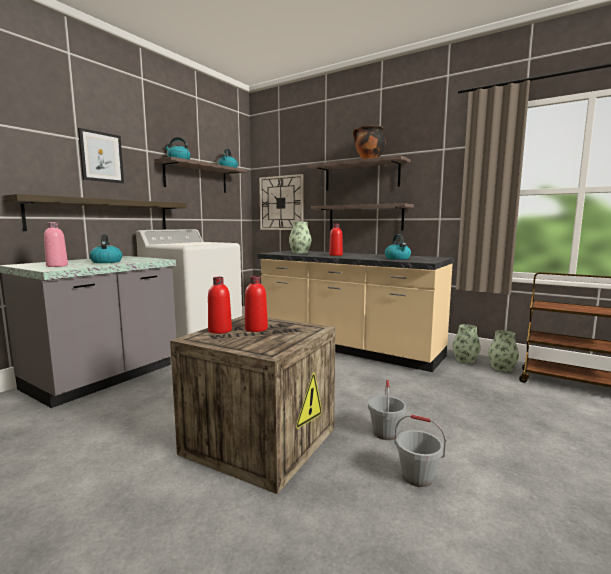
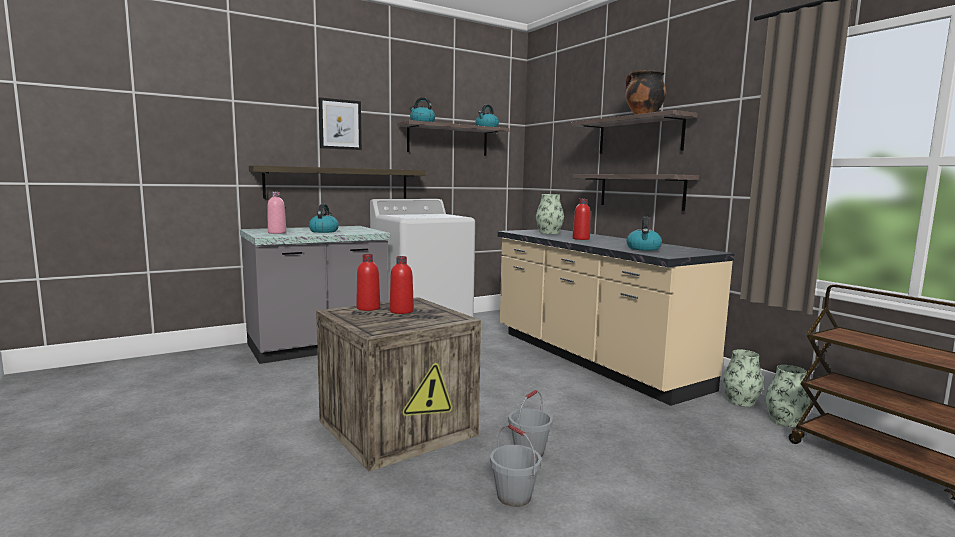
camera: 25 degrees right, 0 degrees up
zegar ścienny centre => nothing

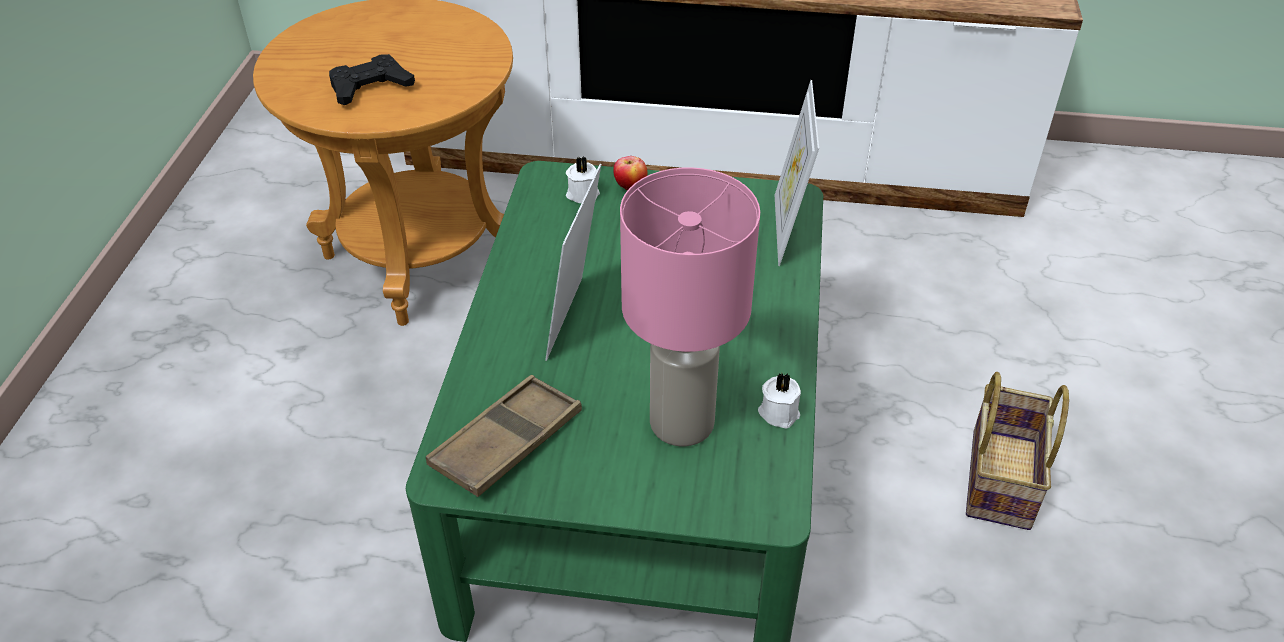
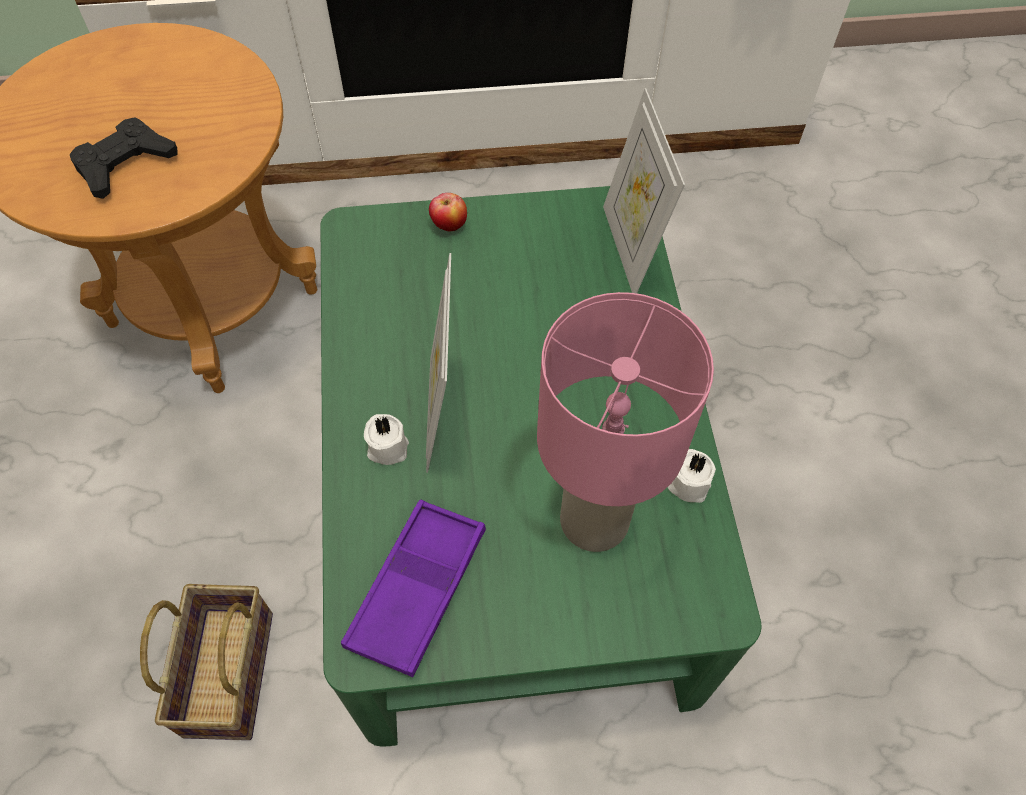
camera: 15 degrees left, 15 degrees up
świeca (biały) (1st from left) top centre => świeca (biały) (1st from left) centre, move
koszyk bottom right => koszyk bottom left, move
taca (brązowy) bottom centre => taca (fioletowy) bottom centre

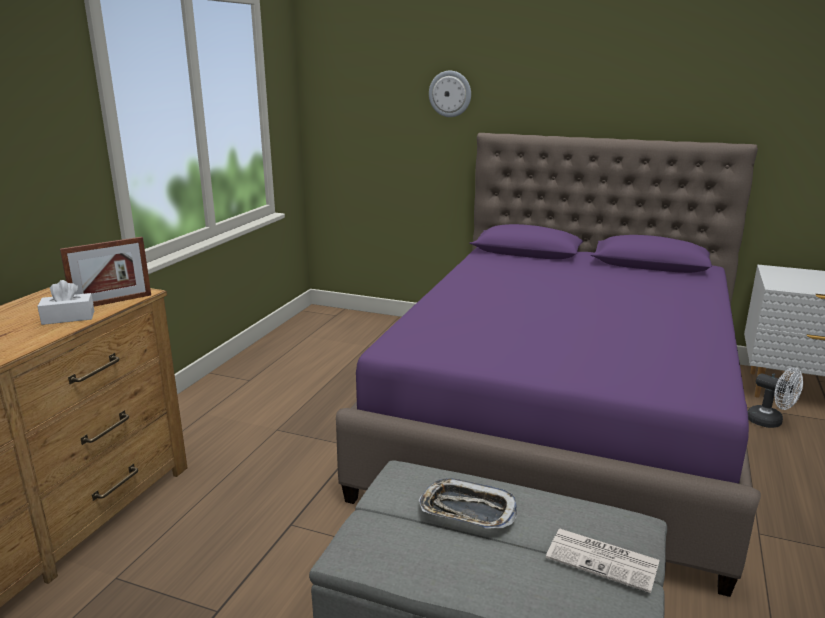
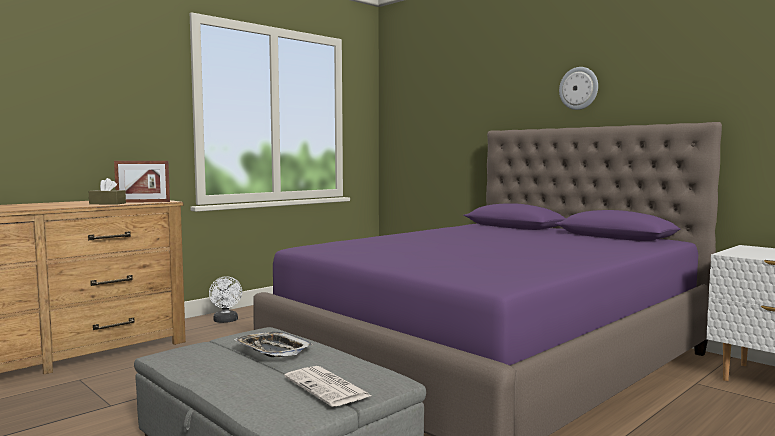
camera: 25 degrees right, 15 degrees down
zegar ścienny top centre => zegar ścienny top right, move
wentylator (biały) middle right => wentylator (biały) bottom left, move
pudełko chusteczek (biały) middle left => pudełko chusteczek (brązowy) middle left

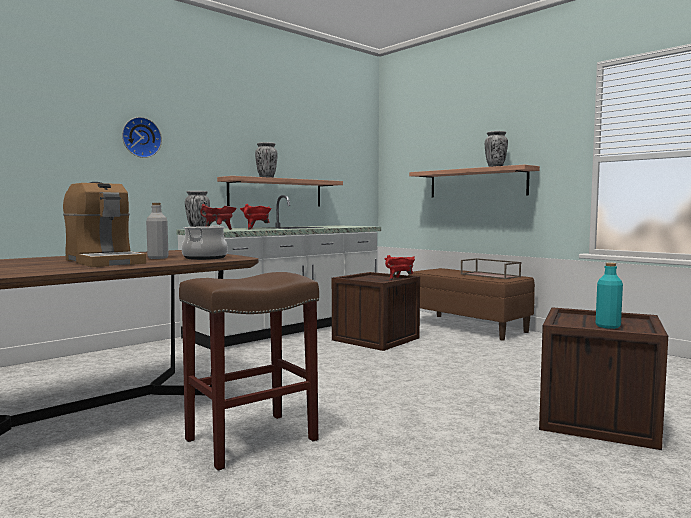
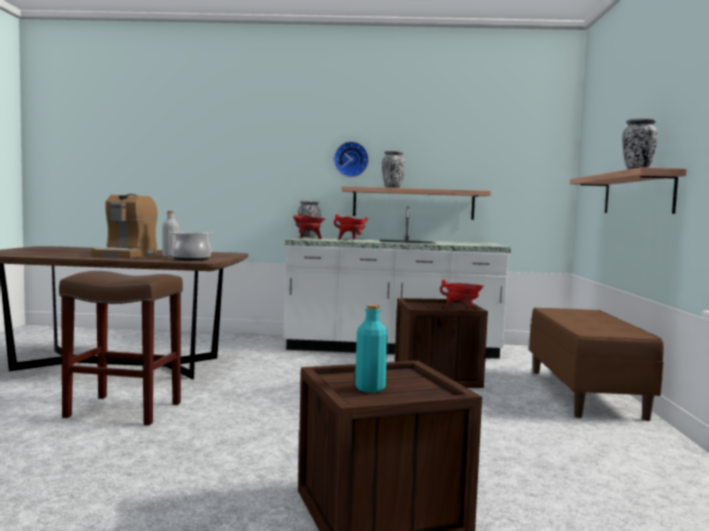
camera: 45 degrees right, 0 degrees up
taca (brązowy) middle right => nothing
zegar ścienny top left => zegar ścienny top centre, move

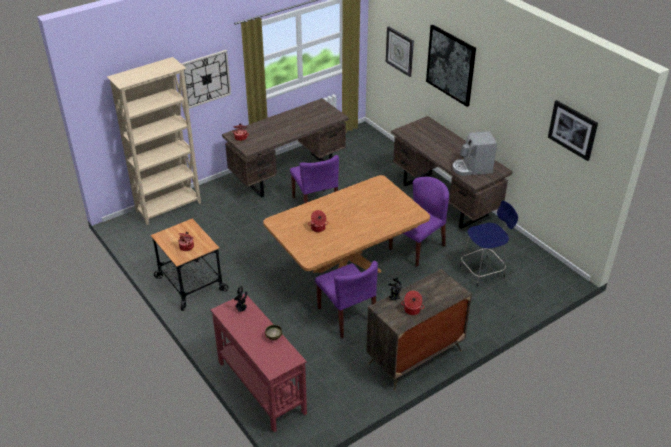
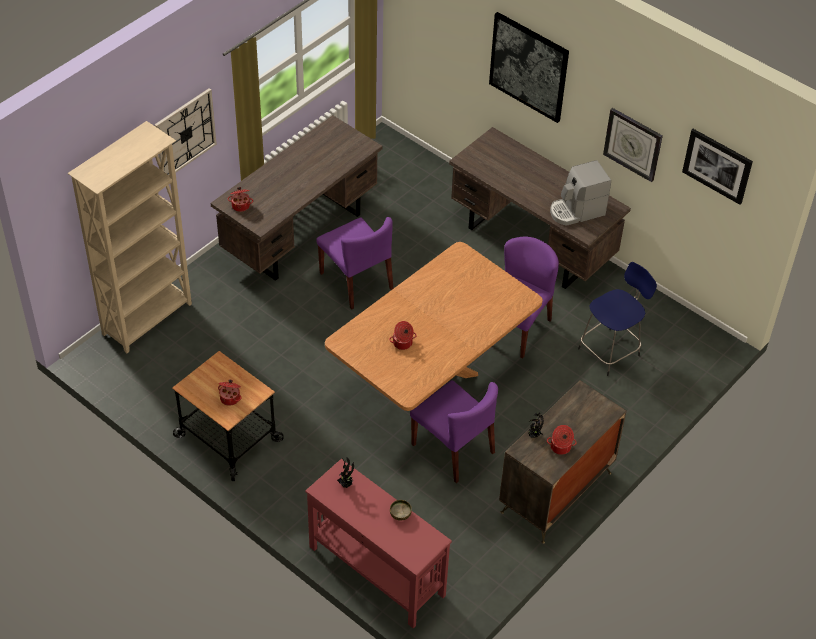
camera: 15 degrees left, 10 degrees up
zegar ścienny (2nd from left) top centre => zegar ścienny (2nd from left) top right, move

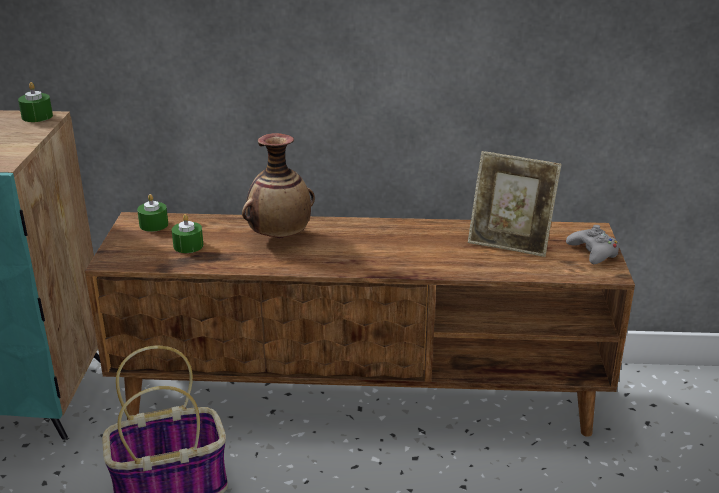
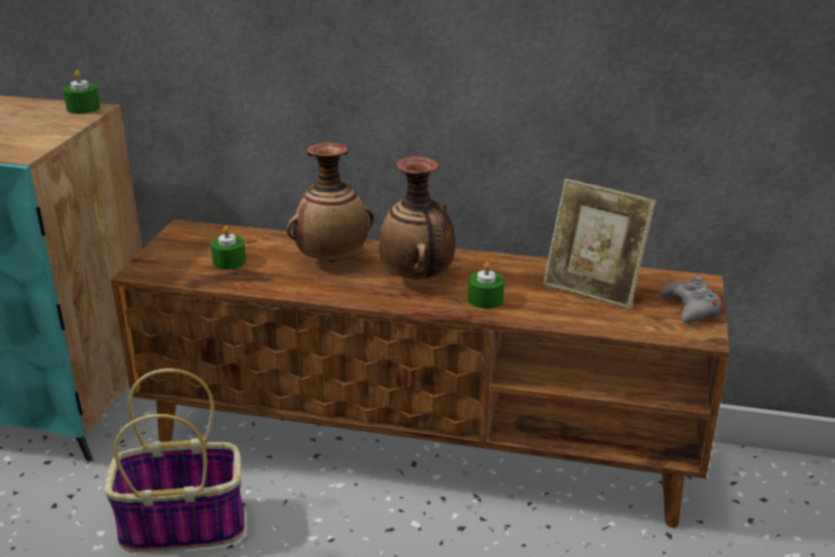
camera: 10 degrees right, 0 degrees up
nothing => wazon (2nd from left) centre
świeca (zielony) (2nd from left in the first image) middle left => świeca (zielony) (3rd from left) centre, move

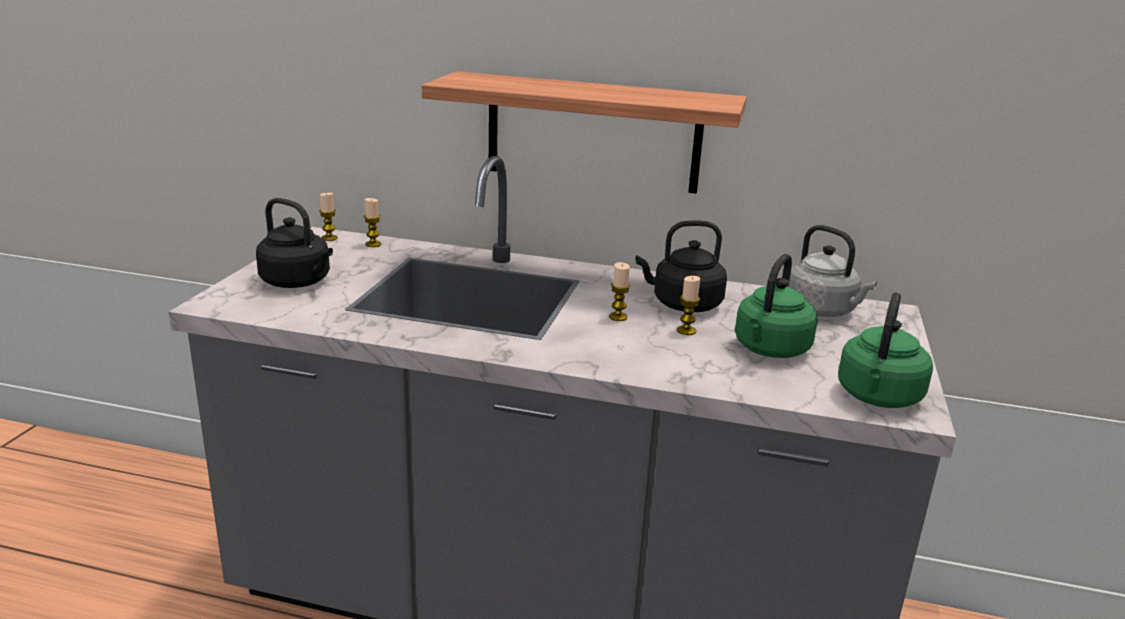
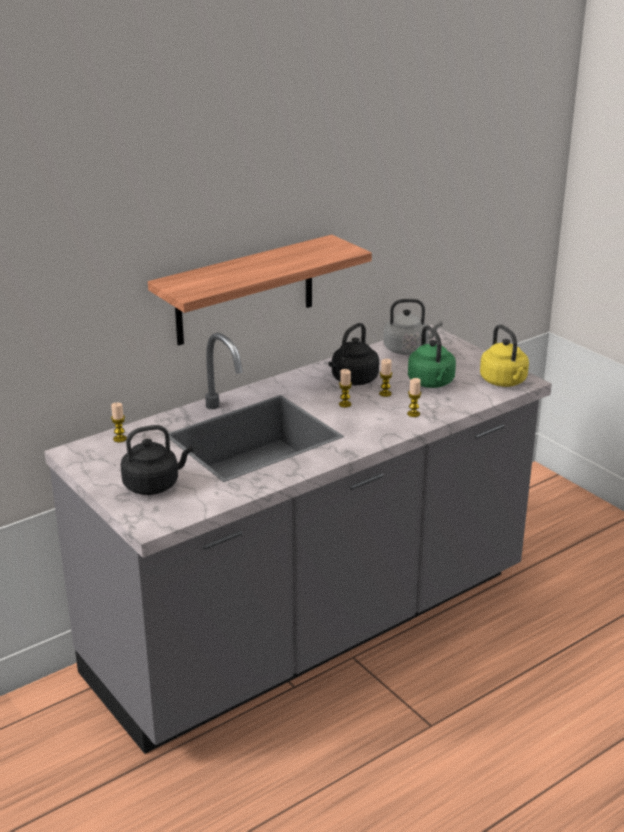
camera: 50 degrees left, 5 degrees up
świeca (1st from left in the first image) middle left => świeca (4th from left) centre, move
czajnik (zielony) (2nd from left) middle right => czajnik (żółty) middle right

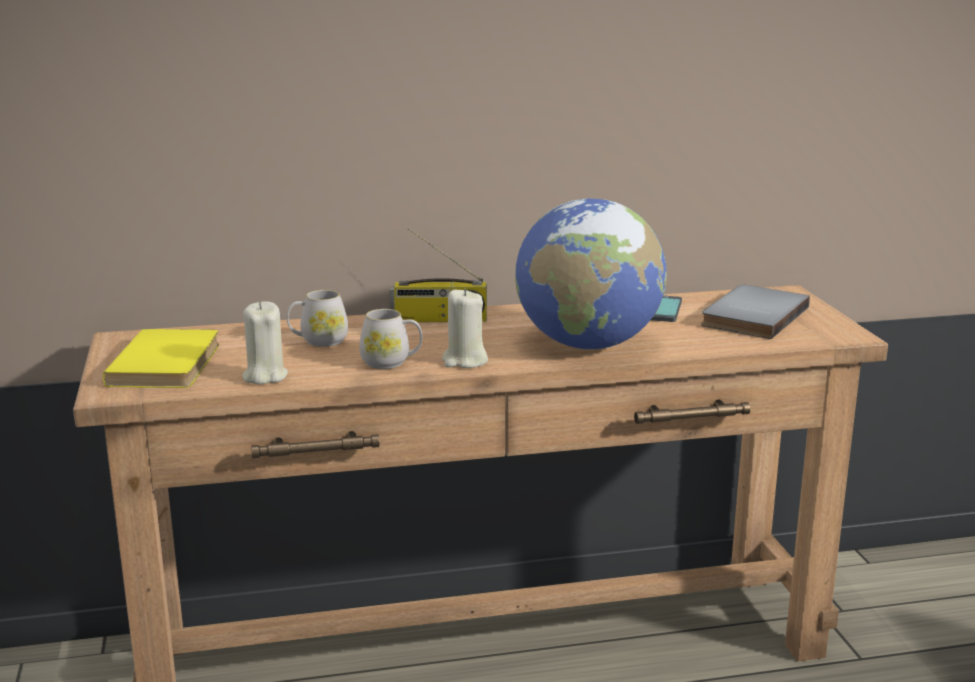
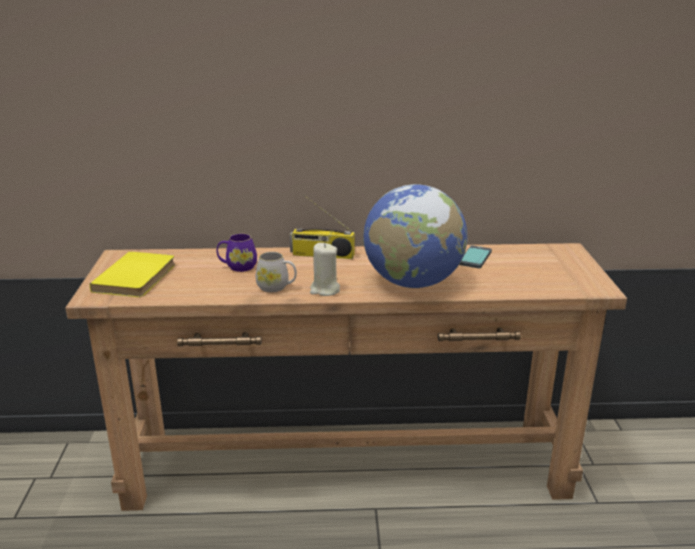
camera: 10 degrees right, 5 degrees up
świeca (beżowy) (1st from left) middle left => nothing
książka (szary) middle right => nothing
kubek (biały) (1st from left) middle left => kubek (fioletowy) centre

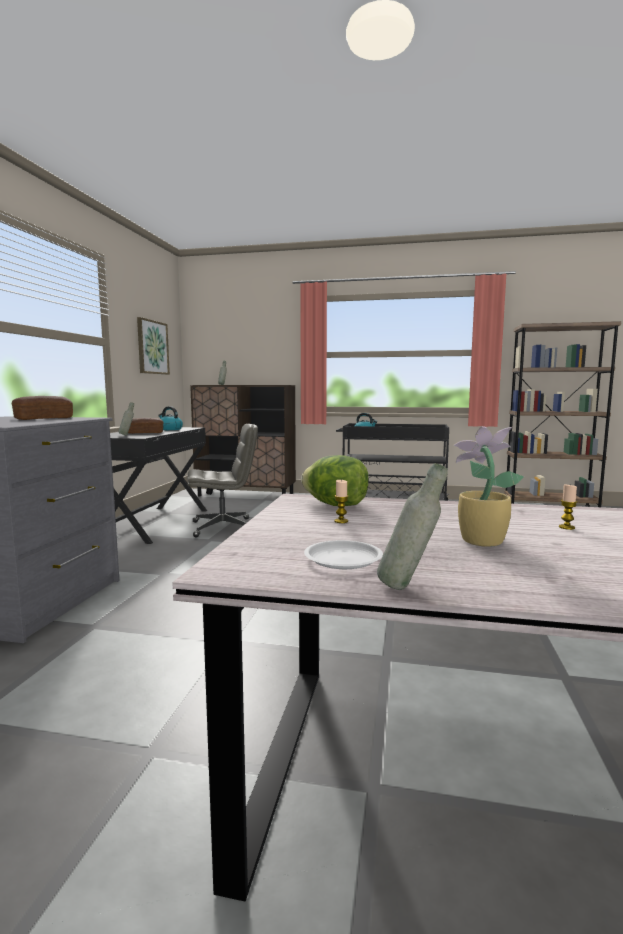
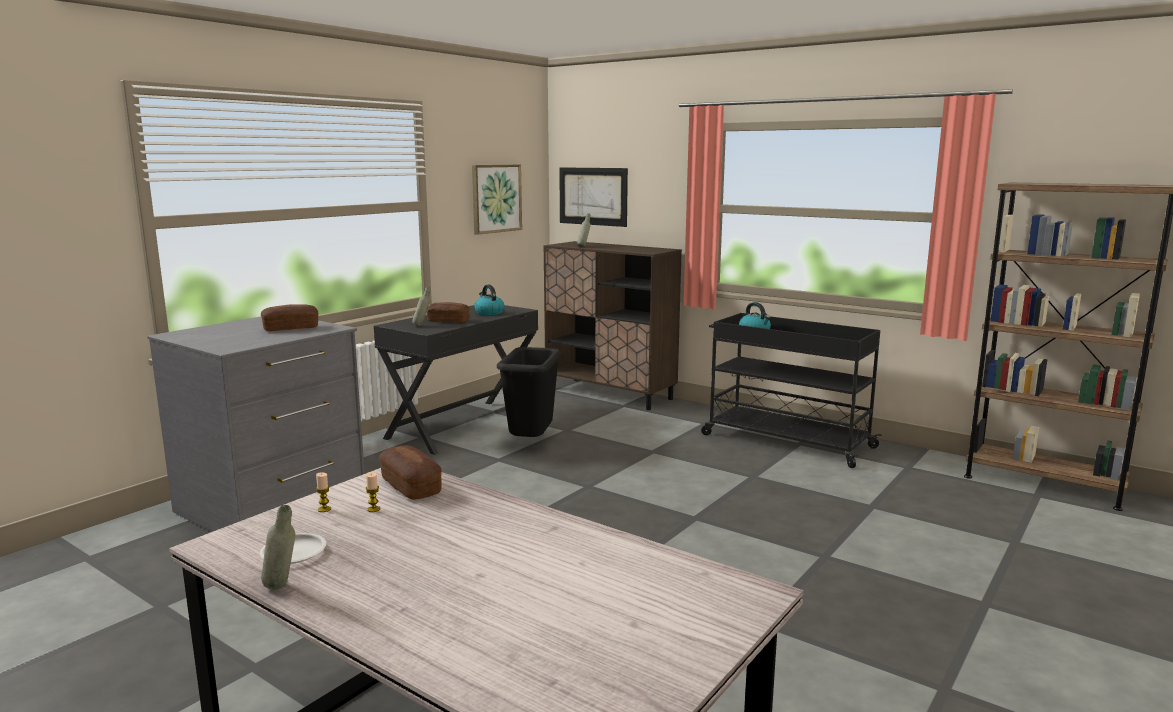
camera: 25 degrees right, 5 degrees up
roślina doniczkowa middle right => nothing
nothing => obraz (2nd from left) top centre
świeca (2nd from left in the first image) middle right => świeca (1st from left) bottom left, move
krzesło biurowe (szary) centre => kosz na śmieci (czarny) centre
sałata centre => chleb (2nd from left) centre

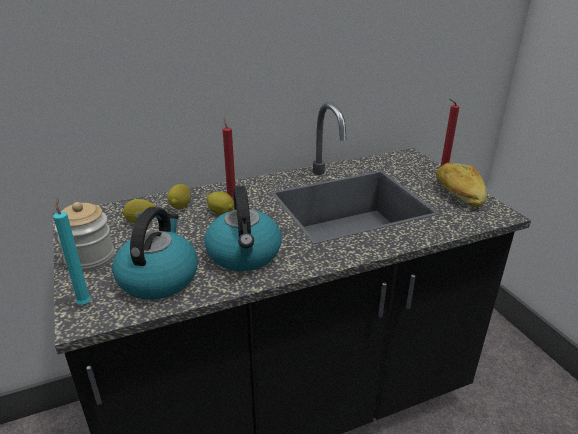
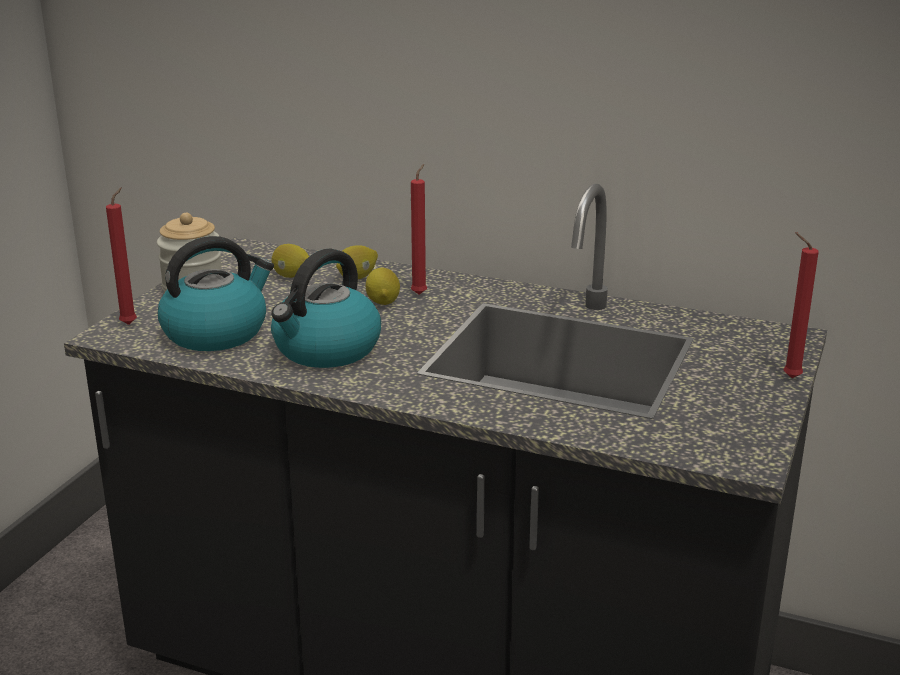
camera: 45 degrees right, 5 degrees down
chleb middle right => nothing
świeca (turkusowy) middle left => świeca (czerwony) (1st from left) middle left

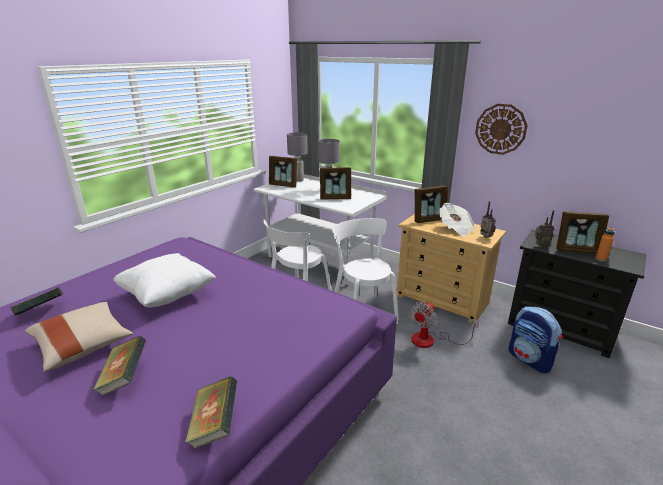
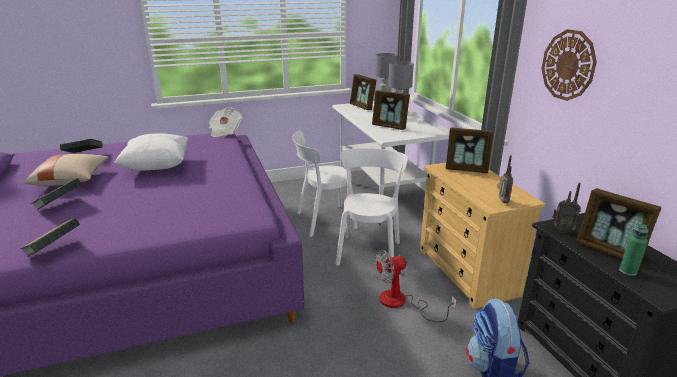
camera: 35 degrees right, 0 degrees up
gazeta middle right => gazeta top centre, move
butelka (pomarańczowy) middle right => butelka (zielony) middle right

